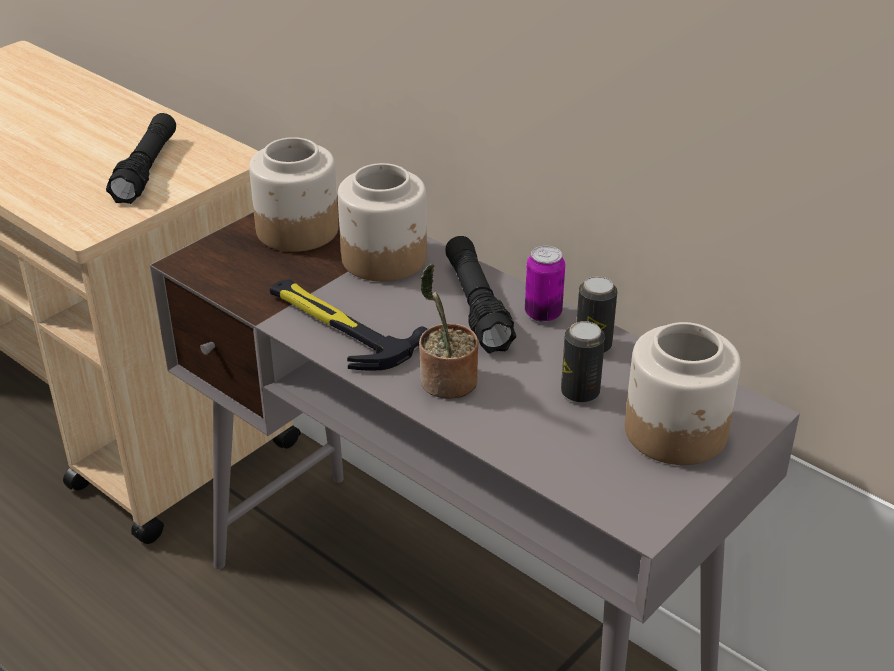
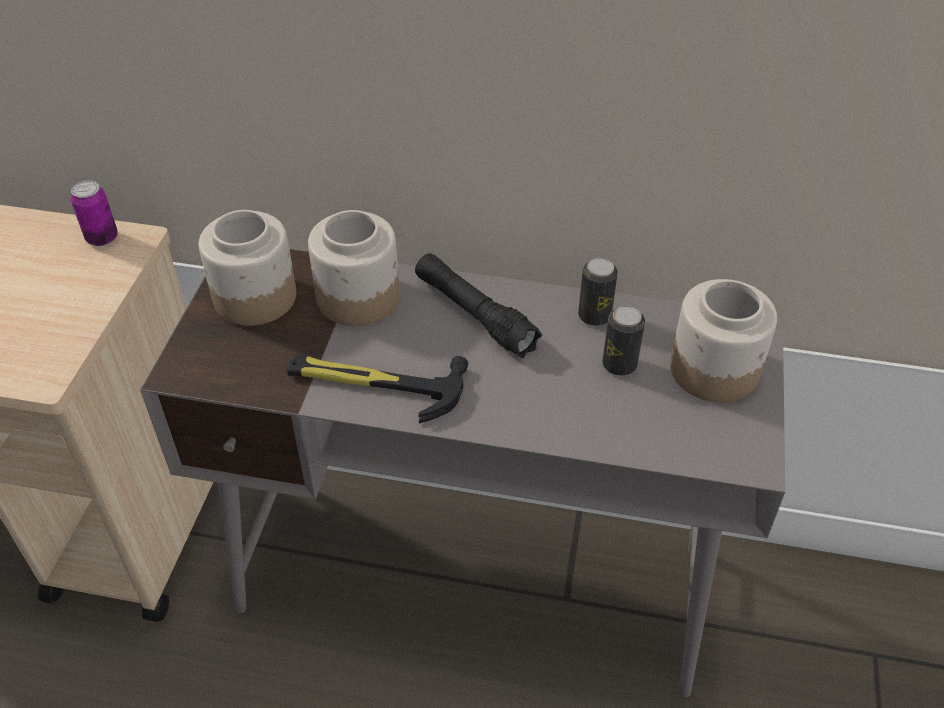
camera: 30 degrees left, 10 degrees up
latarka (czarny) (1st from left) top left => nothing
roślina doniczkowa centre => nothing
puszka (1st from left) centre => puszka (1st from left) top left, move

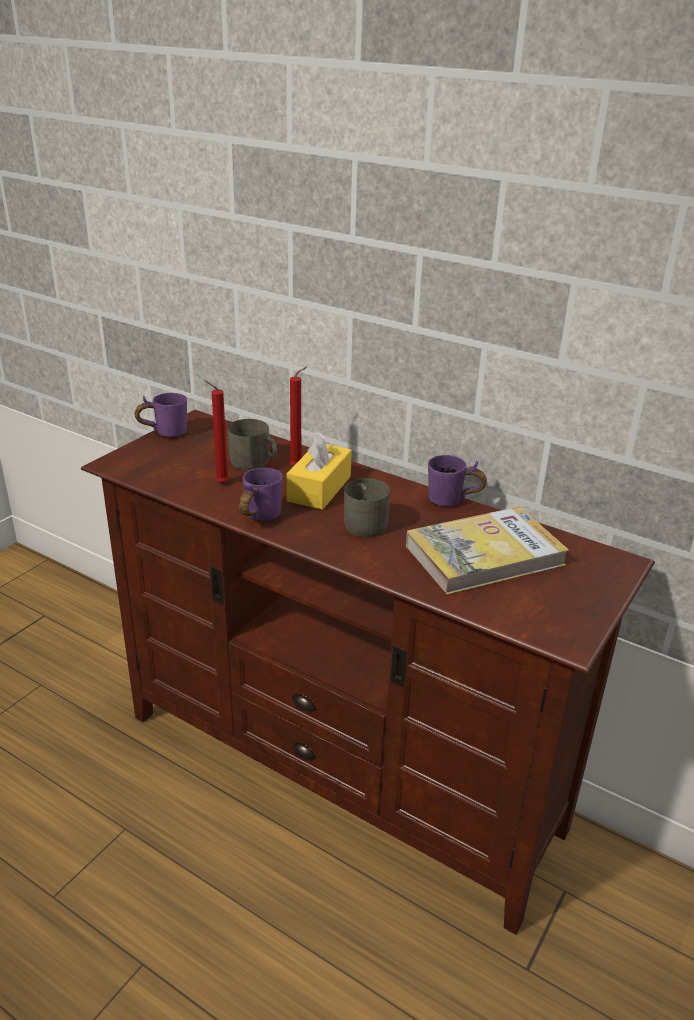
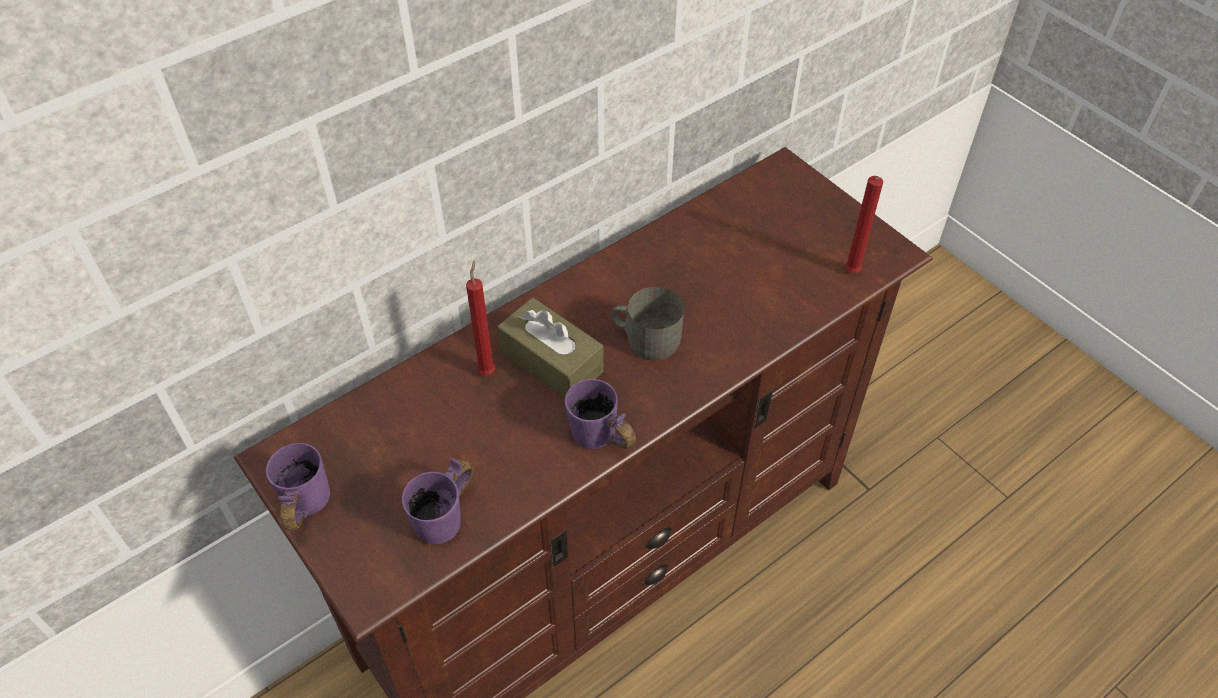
camera: 70 degrees left, 20 degrees up
kubek (szary) (1st from left) centre => nothing
książka middle right => nothing
świeca (czerwony) (1st from left in the first image) middle left => świeca (czerwony) (2nd from left) top right, move
kubek (fioletowy) (3rd from left in the first image) centre => kubek (fioletowy) (2nd from left) bottom centre, move
pudełko chusteczek (żółty) centre => pudełko chusteczek (brązowy) centre

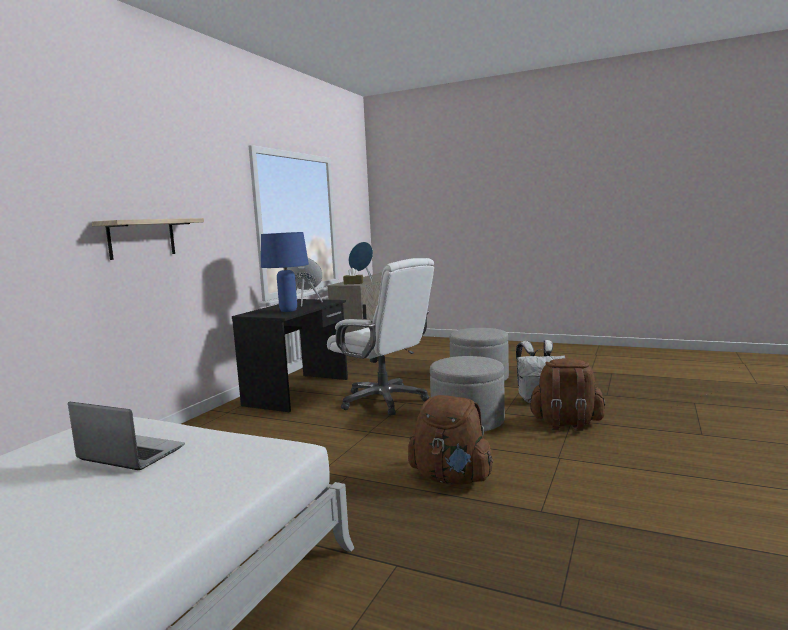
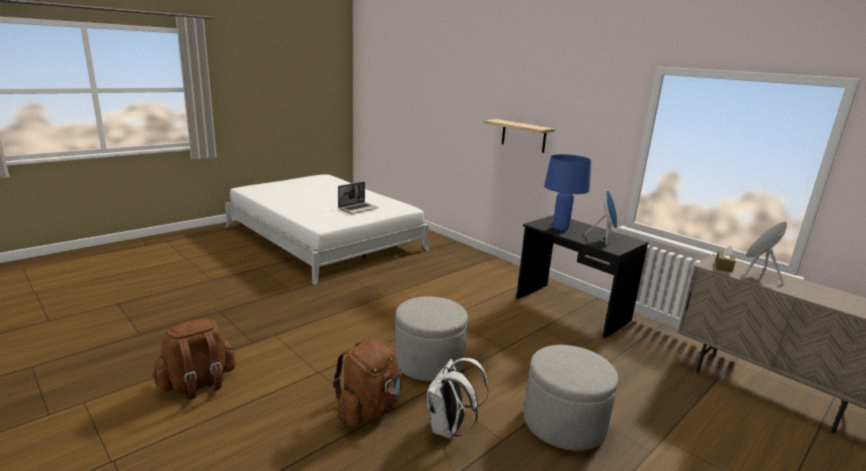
camera: 110 degrees right, 10 degrees up
krzesło biurowe (biały) centre => nothing
plecak (brązowy) (1st from left) bottom centre => plecak (brązowy) (1st from left) bottom left, move

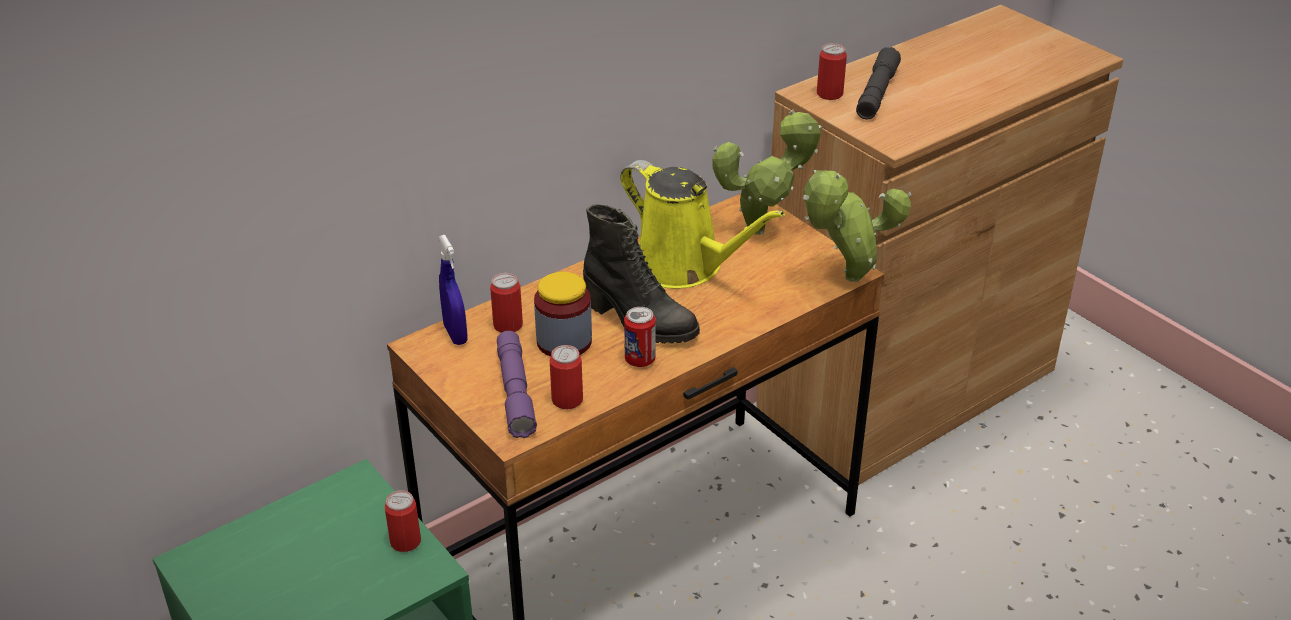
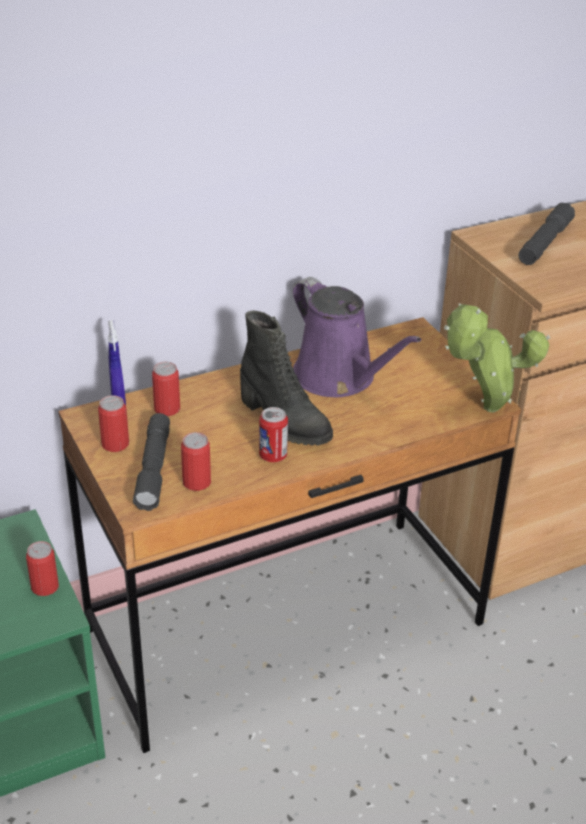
camera: 10 degrees right, 0 degrees up
słoik centre => nothing
roślina doniczkowa (1st from left) top centre => nothing
puszka (5th from left in the first image) top centre => puszka (2nd from left) middle left, move
latarka (fioletowy) centre => latarka (szary) (1st from left) middle left
konewka (żółty) centre => konewka (fioletowy) centre

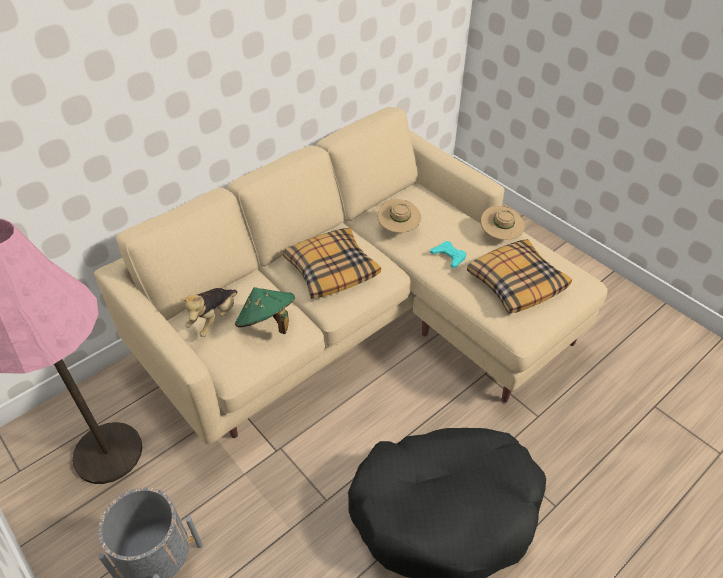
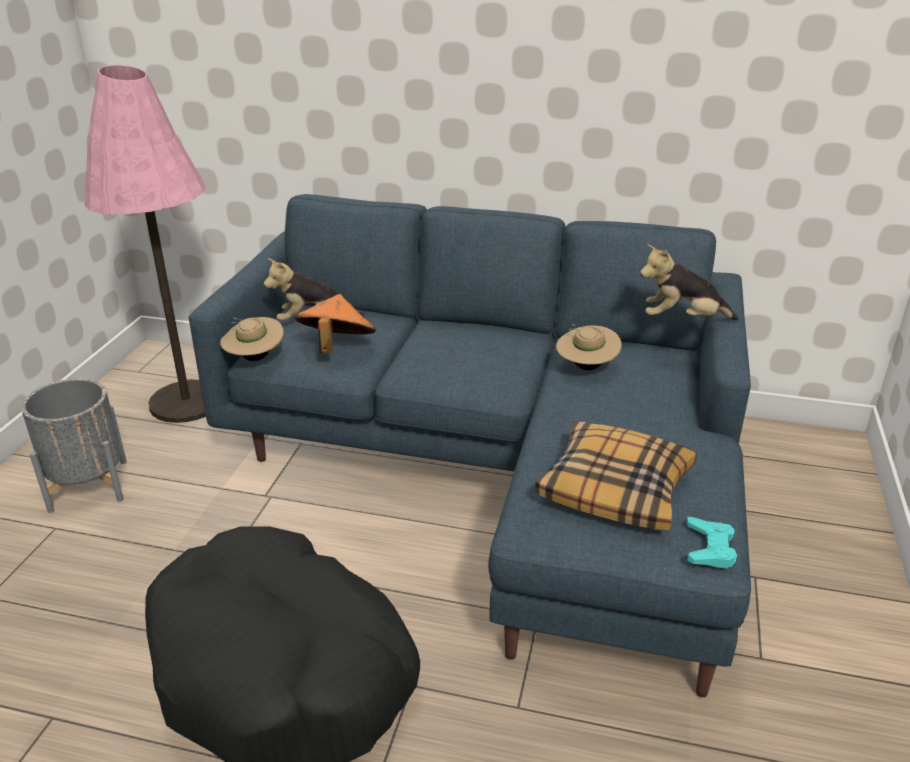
camera: 55 degrees right, 15 degrees down
poduszka (1st from left) centre => nothing
nothing => pluszak (2nd from left) middle right
pad do gier (turkusowy) centre => pad do gier (turkusowy) bottom right, move
kapelusz (beżowy) (2nd from left in the first image) middle right => kapelusz (beżowy) (1st from left) middle left, move
kanapa (beżowy) centre => kanapa (niebieski) centre
kapelusz (zielony) centre => kapelusz (pomarańczowy) centre

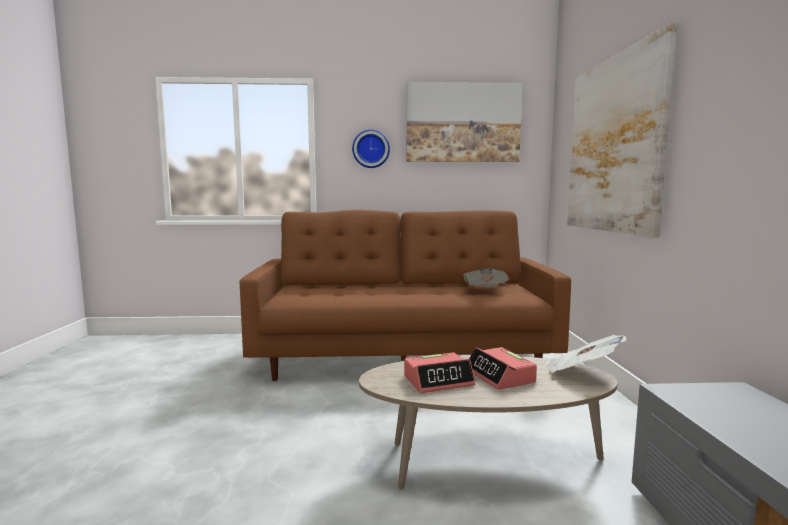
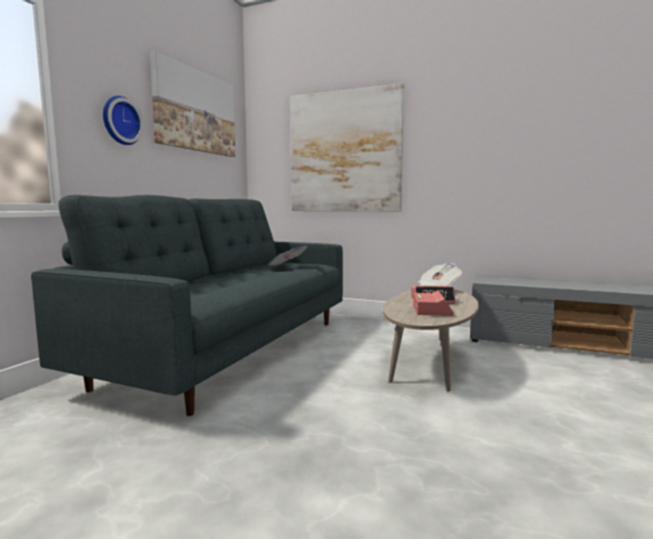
camera: 65 degrees left, 0 degrees up
kanapa (brązowy) centre => kanapa (szary) middle left

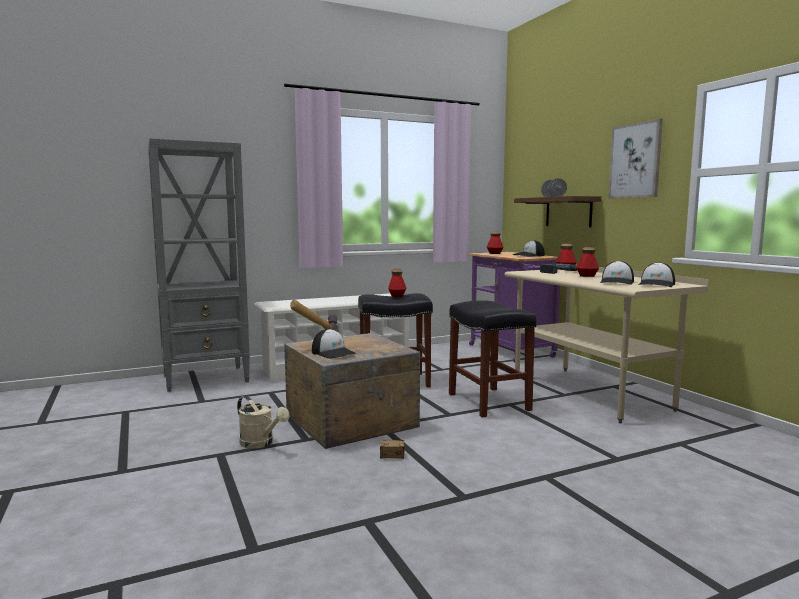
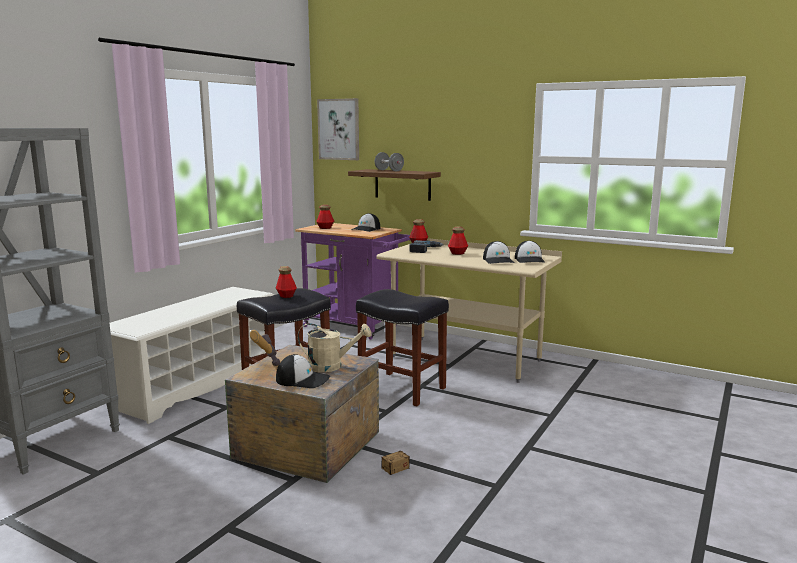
camera: 35 degrees left, 5 degrees up
konewka (beżowy) bottom left => konewka (beżowy) centre, move
obraz top right => obraz top centre, move

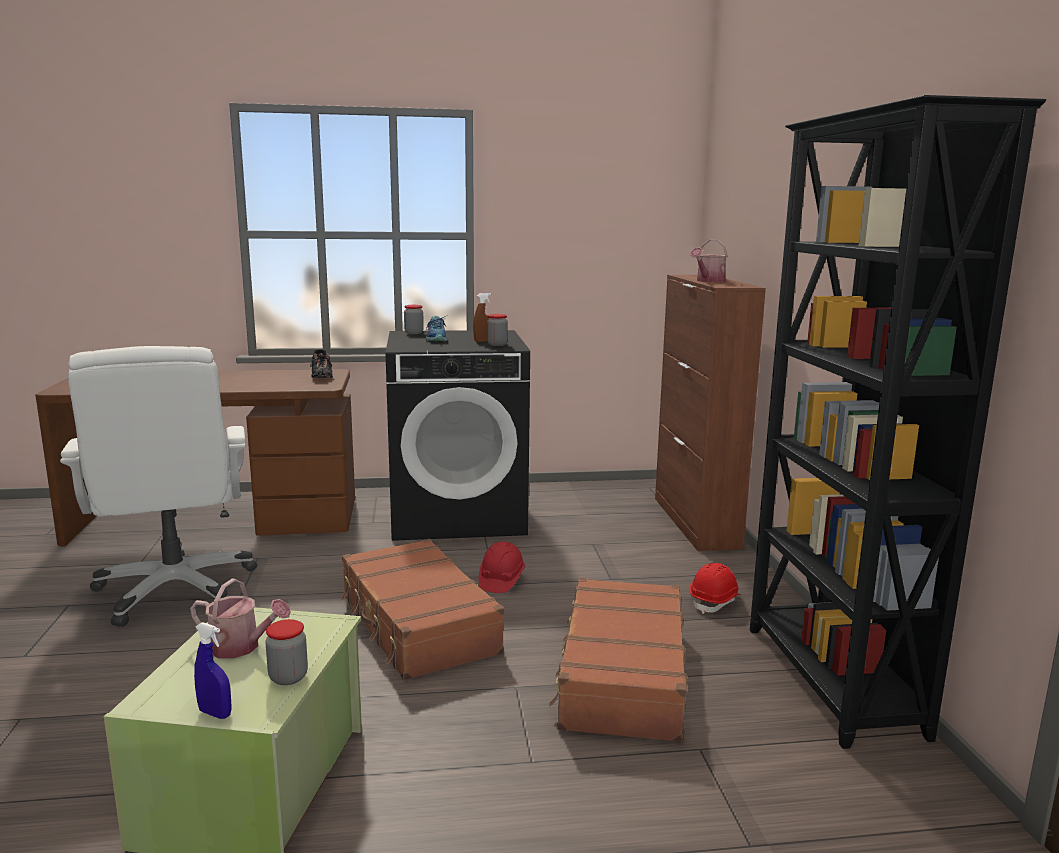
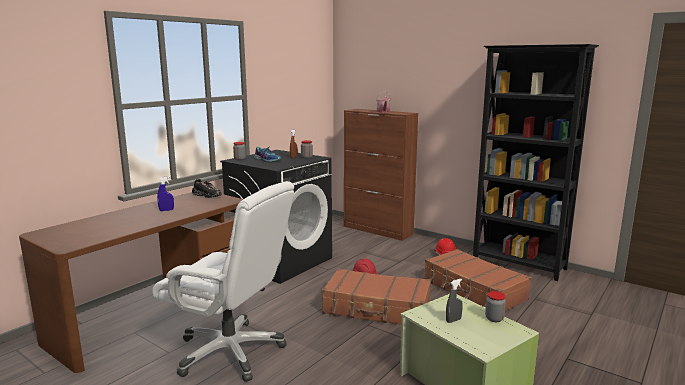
camera: 45 degrees left, 0 degrees up
spryskiwacz (niebieski) bottom left => spryskiwacz (niebieski) middle left, move
konewka (1st from left) bottom left => spryskiwacz (szary) bottom centre

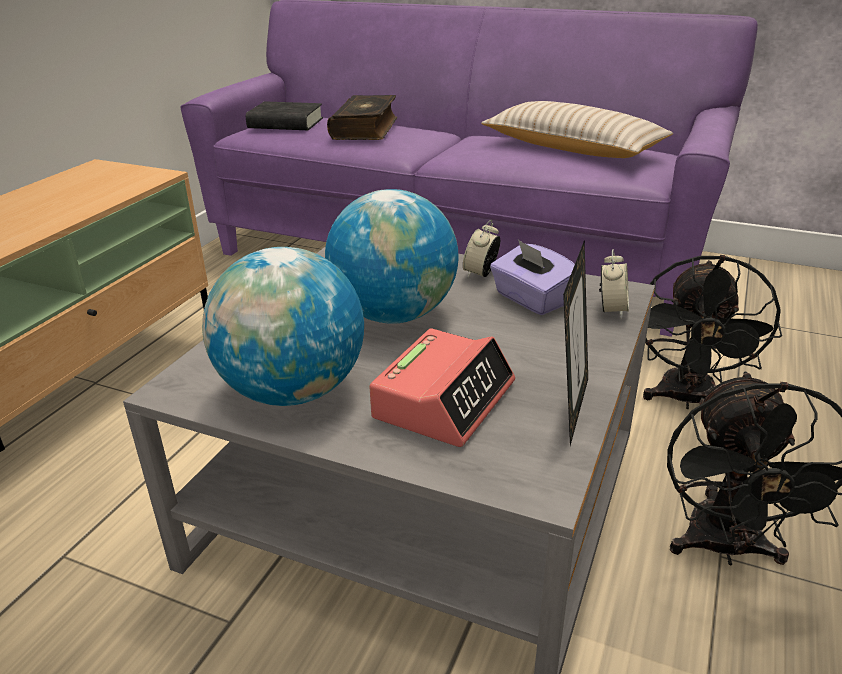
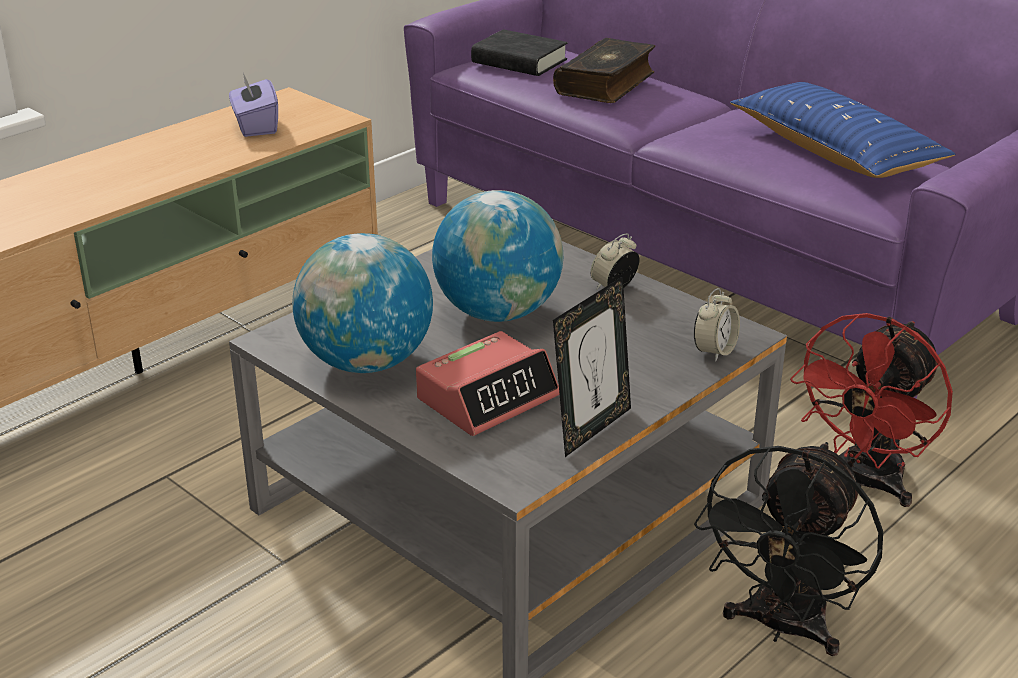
camera: 20 degrees right, 0 degrees up
pudełko chusteczek (fioletowy) centre => pudełko chusteczek (fioletowy) top left, move
poduszka (beżowy) top right => poduszka (niebieski) top right
wentylator (czarny) (1st from left) middle right => wentylator (czerwony) middle right

